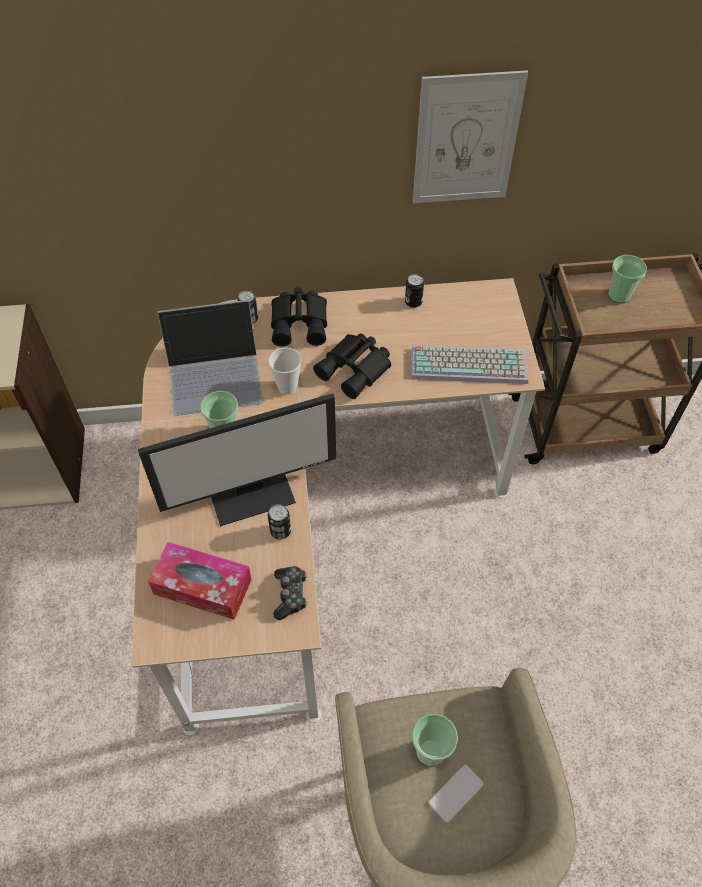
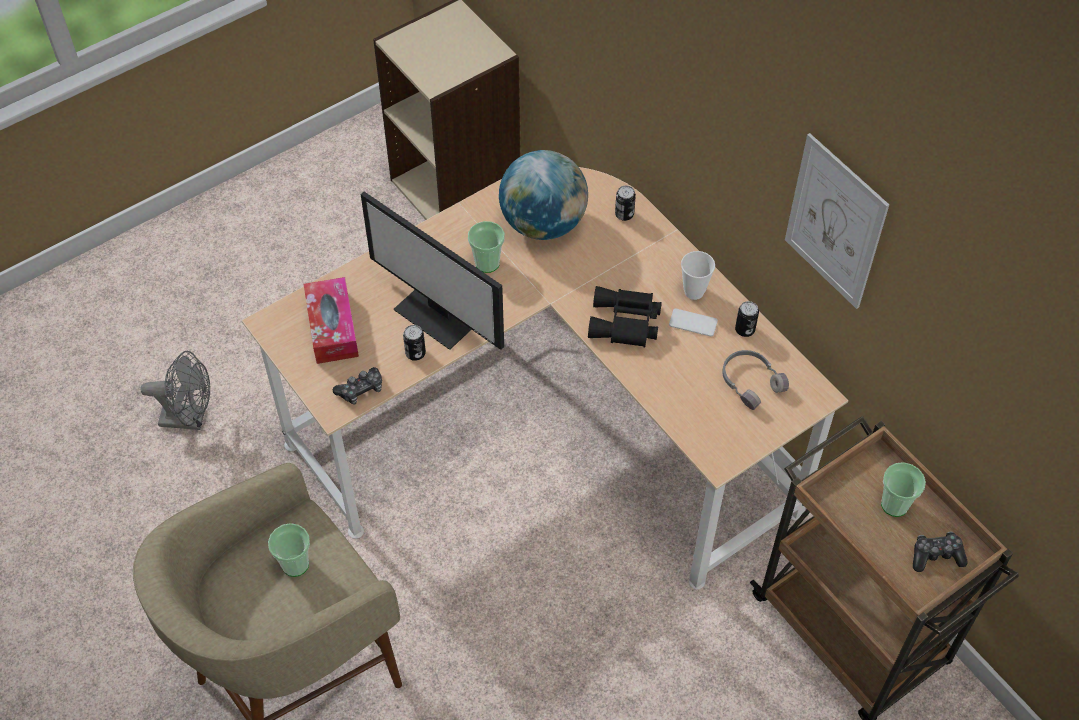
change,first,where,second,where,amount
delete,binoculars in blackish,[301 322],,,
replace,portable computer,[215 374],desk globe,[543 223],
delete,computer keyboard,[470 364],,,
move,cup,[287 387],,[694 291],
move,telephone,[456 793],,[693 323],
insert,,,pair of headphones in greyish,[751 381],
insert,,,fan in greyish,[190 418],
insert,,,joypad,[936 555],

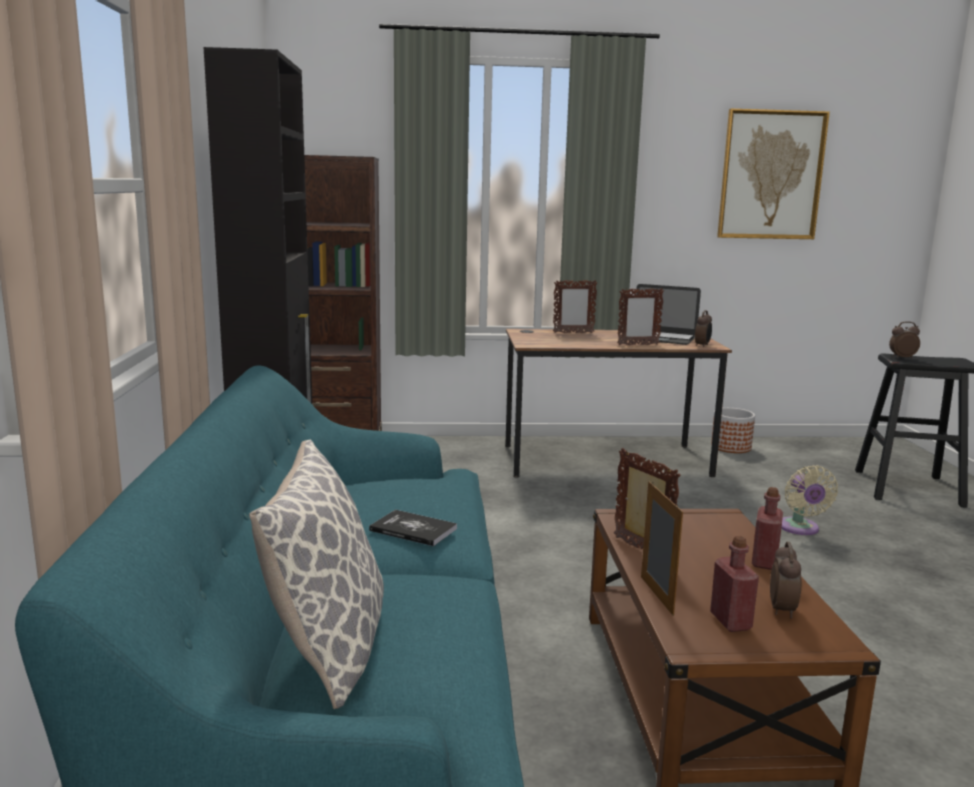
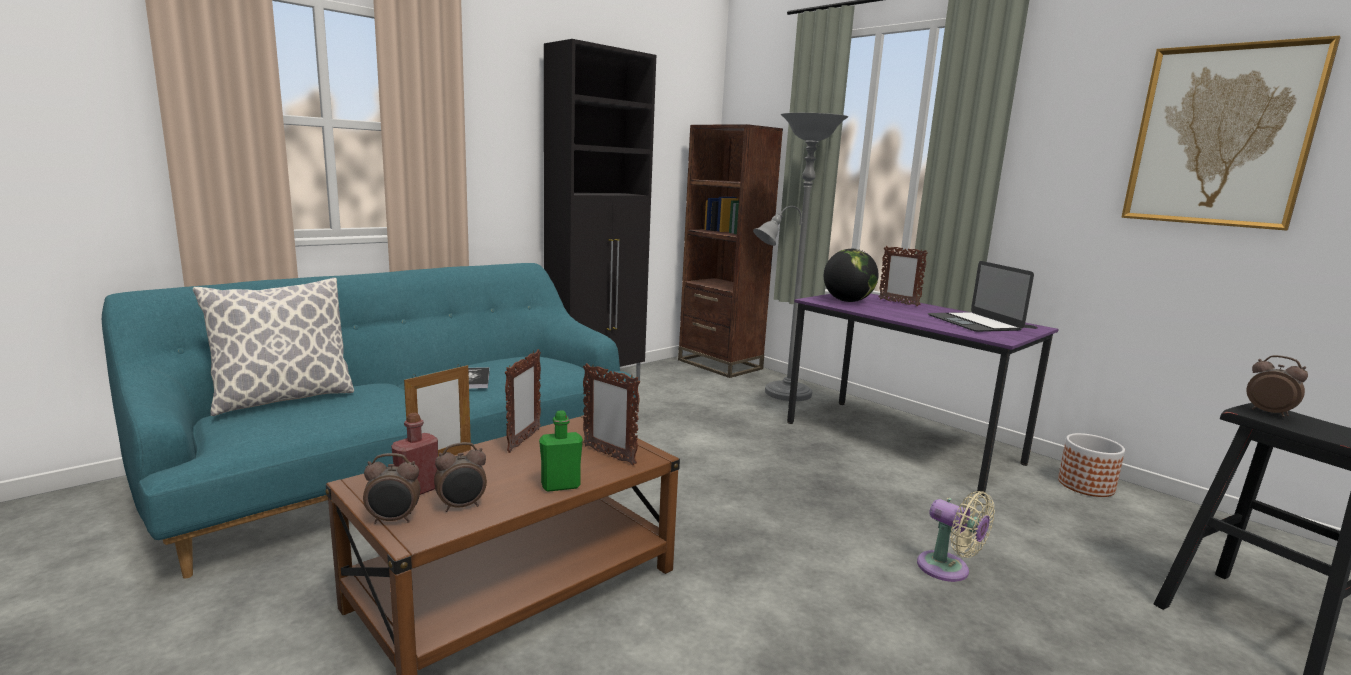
change,first,where,second,where,amount
move,standing frame,[637 345],,[609 455],
move,alarm clock,[702 346],,[393 520],
recolor,desk in brown,[605 460],desk in purple,[900 442],
rotate,fan in sand-coloured,[800 529],,[948 570],90 degrees counterclockwise
recolor,drink bottle in red,[764 562],drink bottle in greenish,[560 485],
insert,,,floor lamp in greyish,[783 394],
insert,,,desk globe,[847 301],

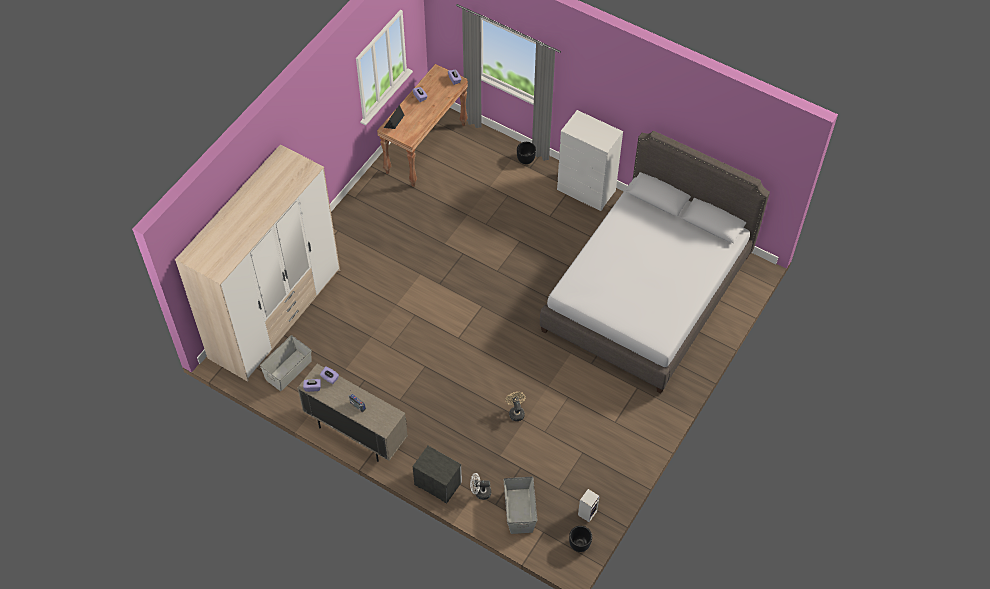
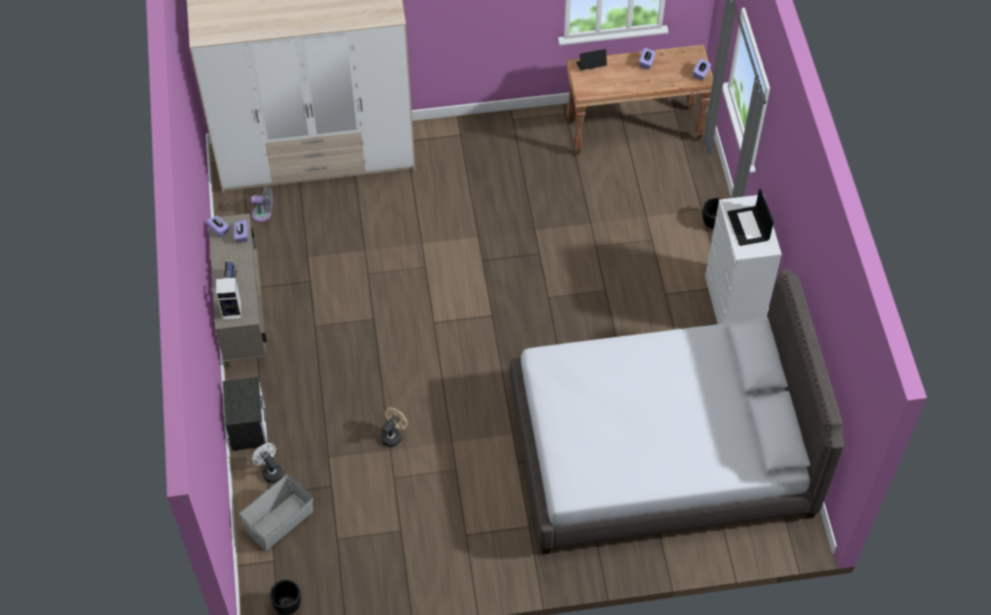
change,first,where,second,where,amount
replace,storage bin in greyish,[288 370],fan in greyish,[264 214],
move,loudspeaker,[587 512],,[233 311],
insert,,,portable computer,[749 226],

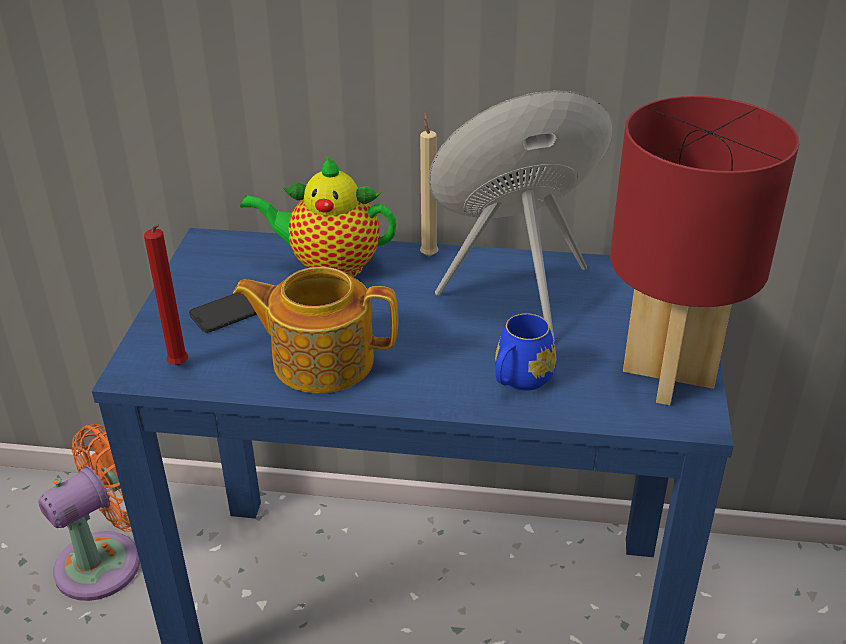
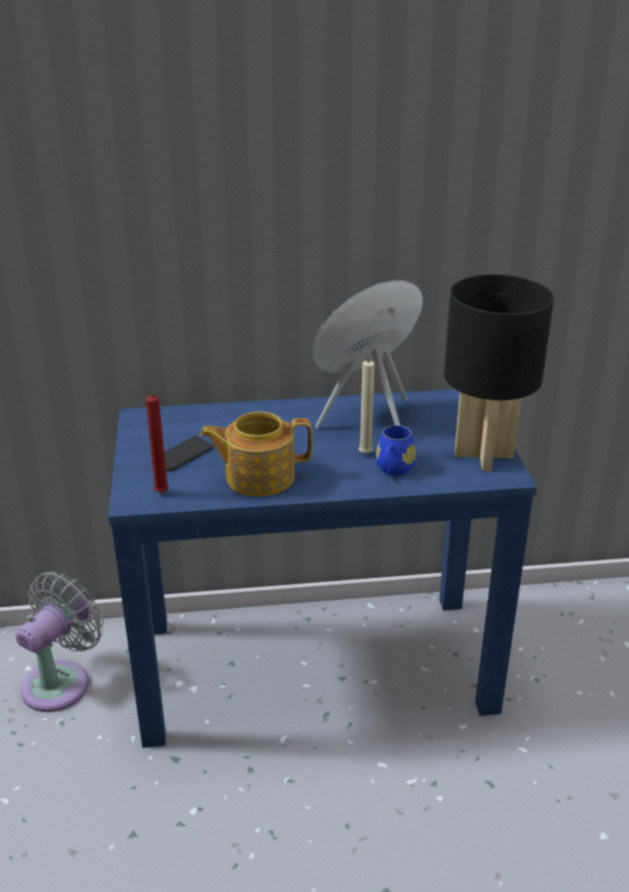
change,first,where,second,where,amount
recolor,tabletop lamp in red,[670 375],tabletop lamp in blackish,[485 455],
move,candle in sand-coloured,[428 254],,[364 453],
delete,teapot,[329 266],,,
recolor,fan in orangey,[107 561],fan in greyish,[61 682],

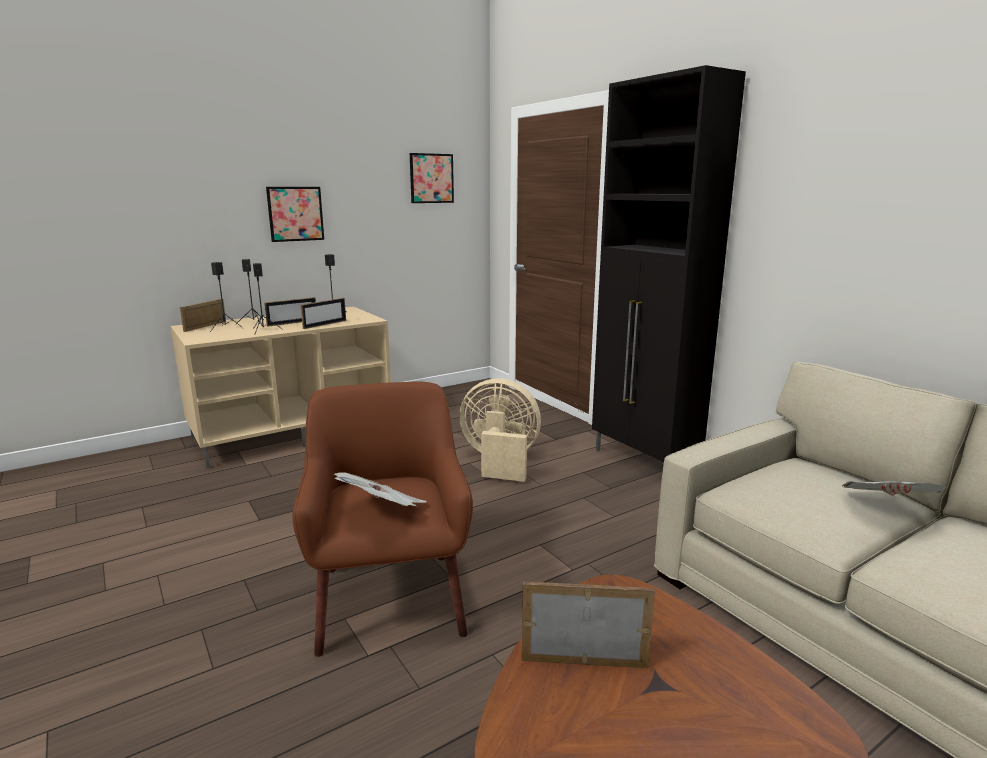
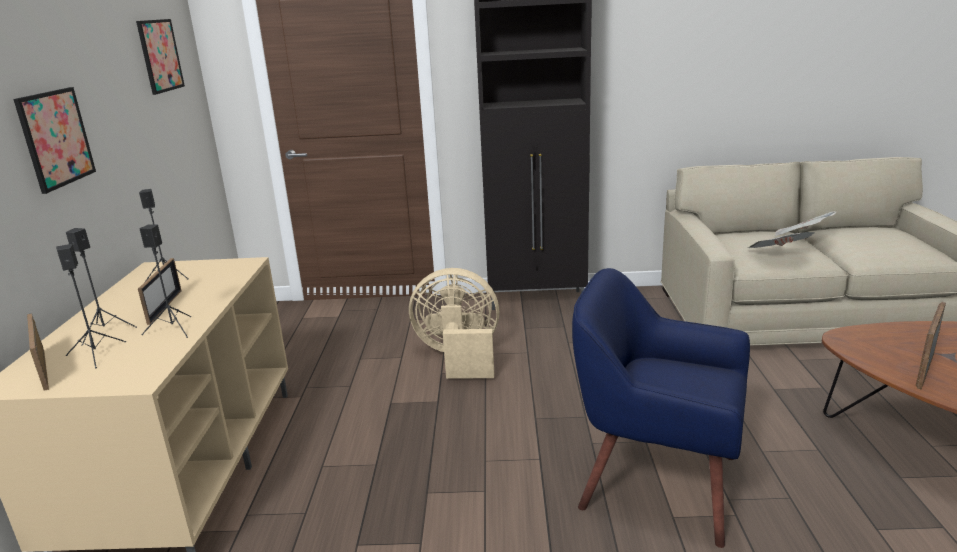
change,first,where,second,where,amount
delete,standing frame,[325 324],,,
rotate,fan in sand-coloured,[499 461],,[459 357],45 degrees clockwise
recolor,easy chair in brown,[390 598],easy chair in blue-coloured,[656 482],
move,newspaper,[382 511],,[778 255],

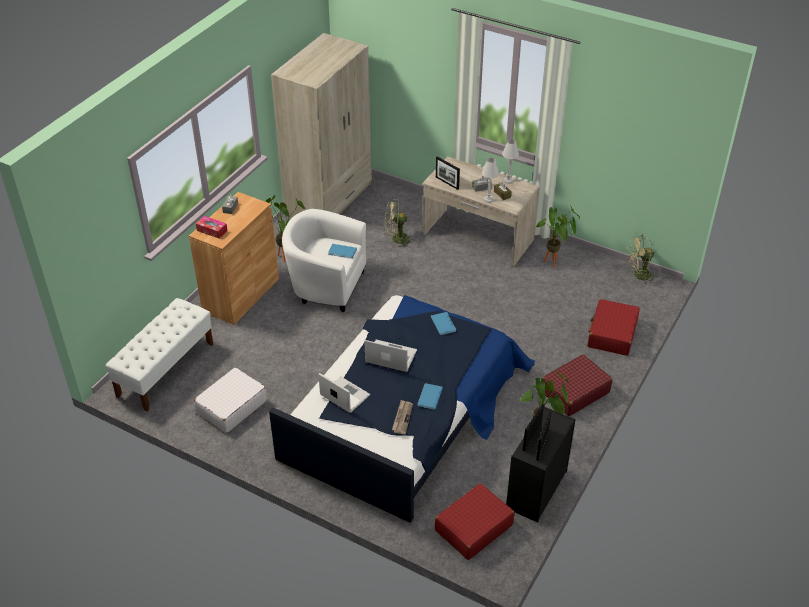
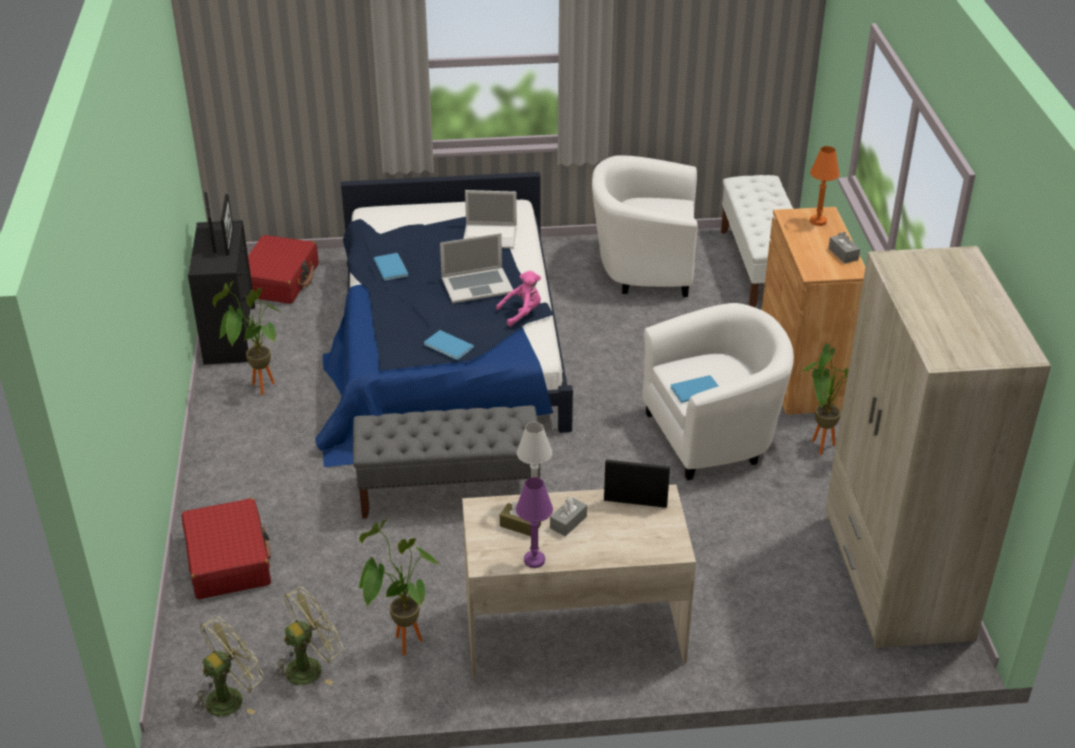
change,first,where,second,where,amount
recolor,tabletop lamp in whitish,[508 180],tabletop lamp in purple,[534 560],
move,fan in greenish,[396 239],,[310 666],
replace,tissue box,[212 230],tabletop lamp in orangey,[818 221],
delete,travel case in red,[574 392],,,
replace,travel case in whitish,[231 407],easy chair in whitish,[643 268],
delete,newspaper,[402 418],,,
insert,,,cuddly toy in pink,[522 313],
insert,,,long seat in greyish,[449 490],

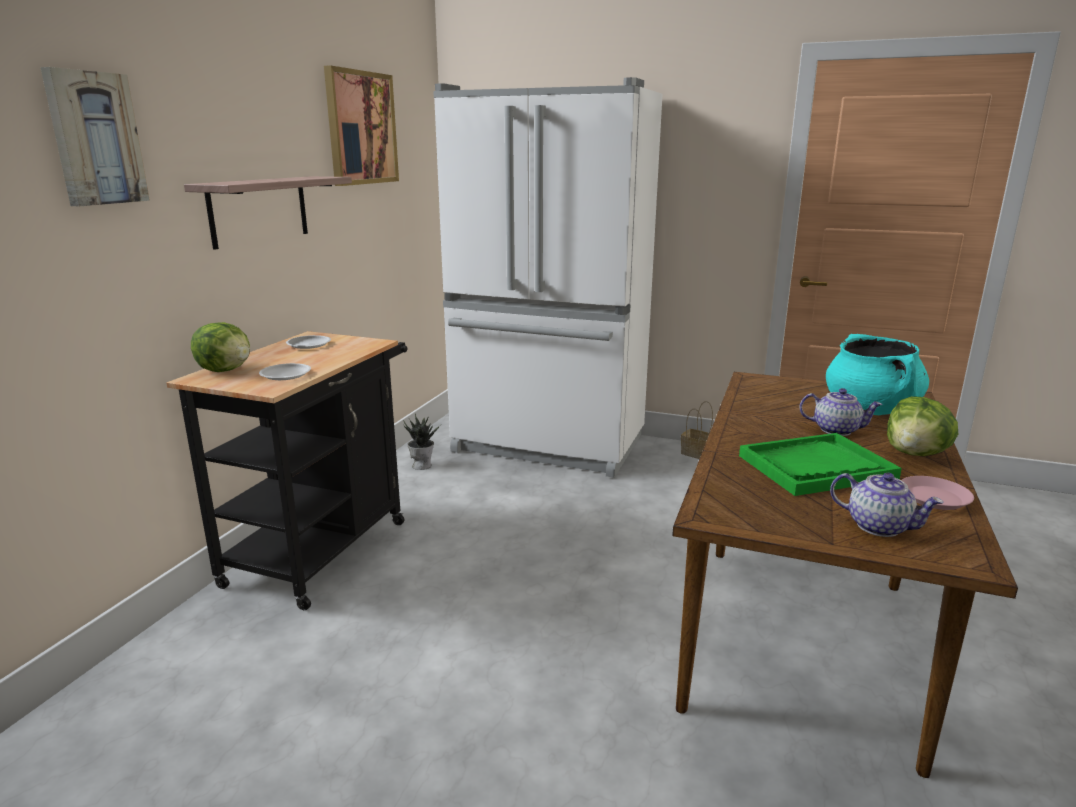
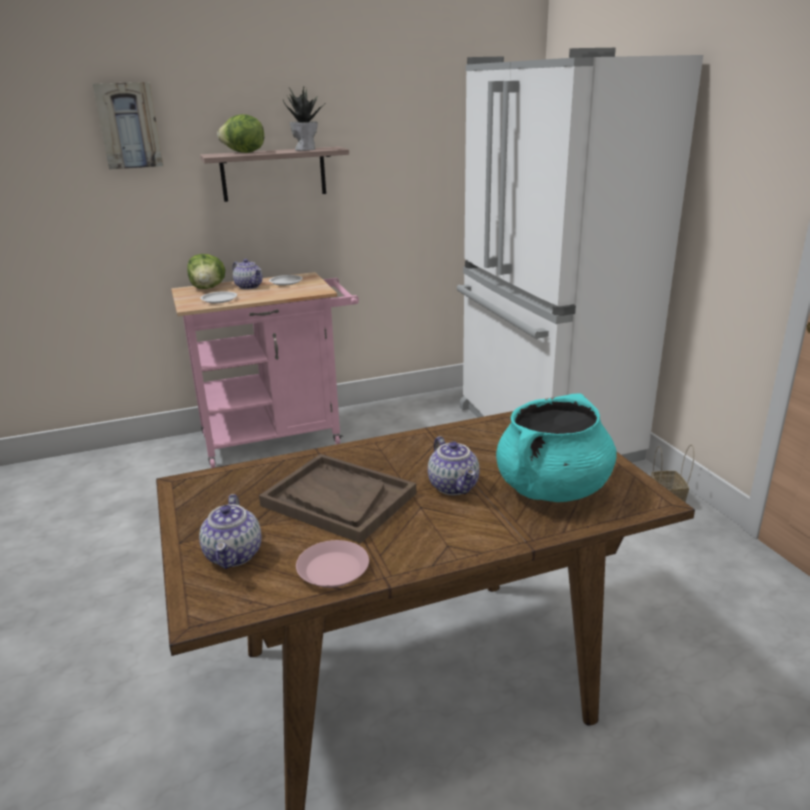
change,first,where,second,where,amount
delete,wall art,[361 128],,,
recolor,cart in blackish,[324 546],cart in pink,[280 437],
move,head of lettuce,[915 454],,[244 153],
move,plant in a pot,[422 465],,[306 149],
recolor,tray in greenish,[816 467],tray in brown,[338 499],
insert,,,teapot,[249 286],

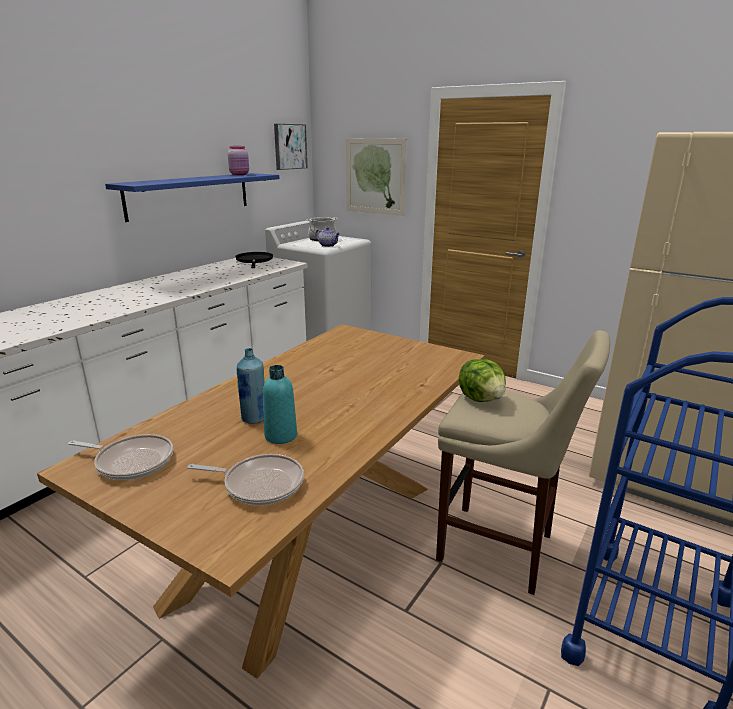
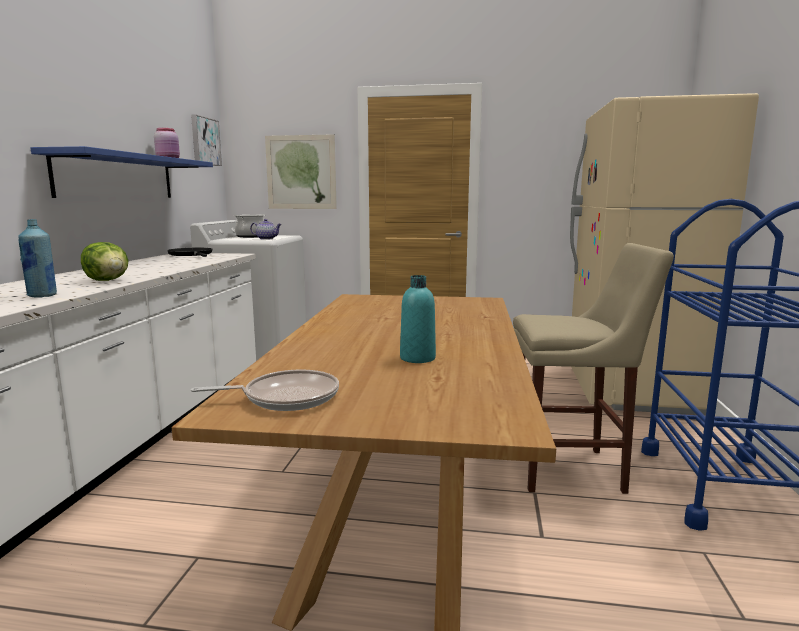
change,first,where,second,where,amount
move,drink bottle in blue-coloured,[254 418],,[42 295],
move,head of lettuce,[481 399],,[108 280],
delete,skillet,[259 484],,,

